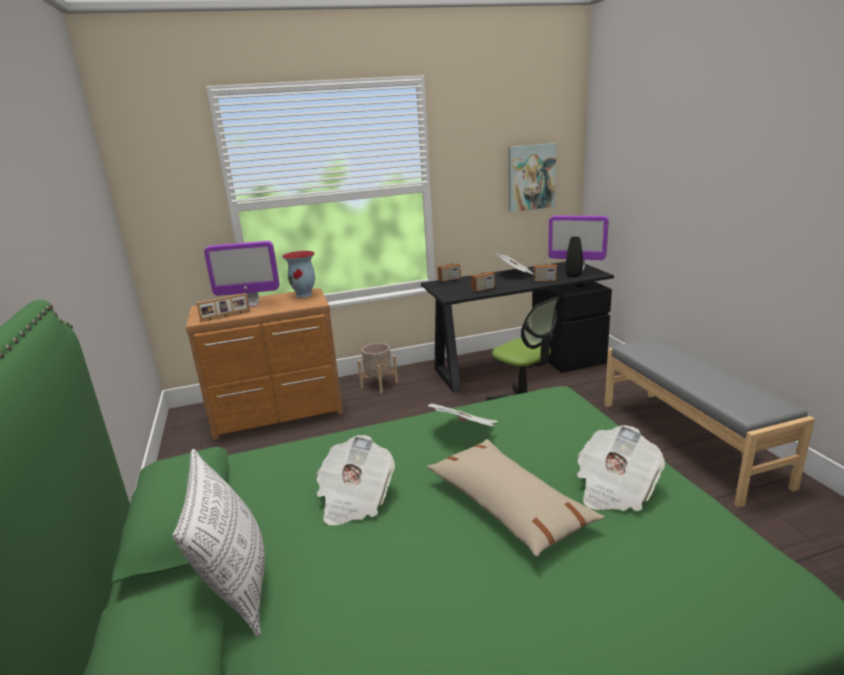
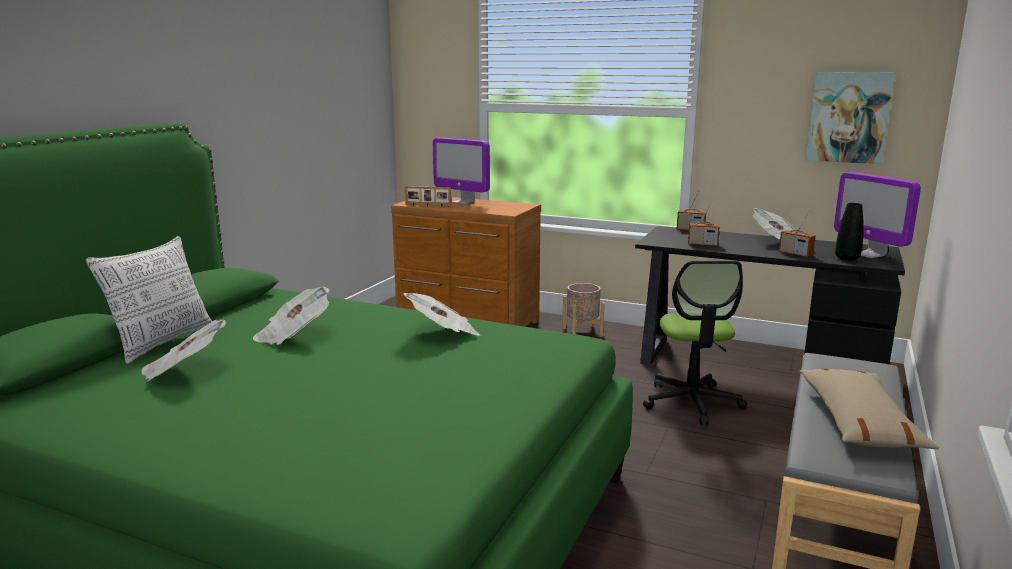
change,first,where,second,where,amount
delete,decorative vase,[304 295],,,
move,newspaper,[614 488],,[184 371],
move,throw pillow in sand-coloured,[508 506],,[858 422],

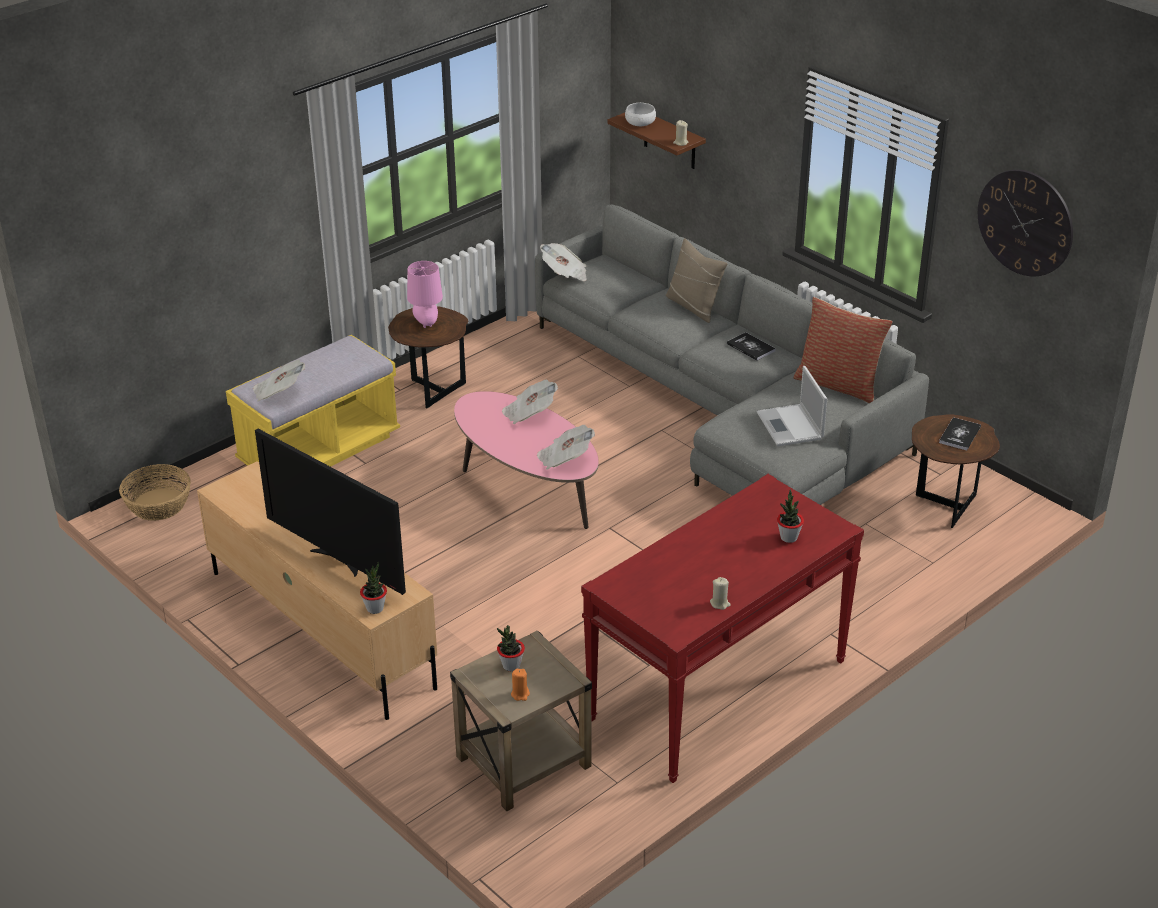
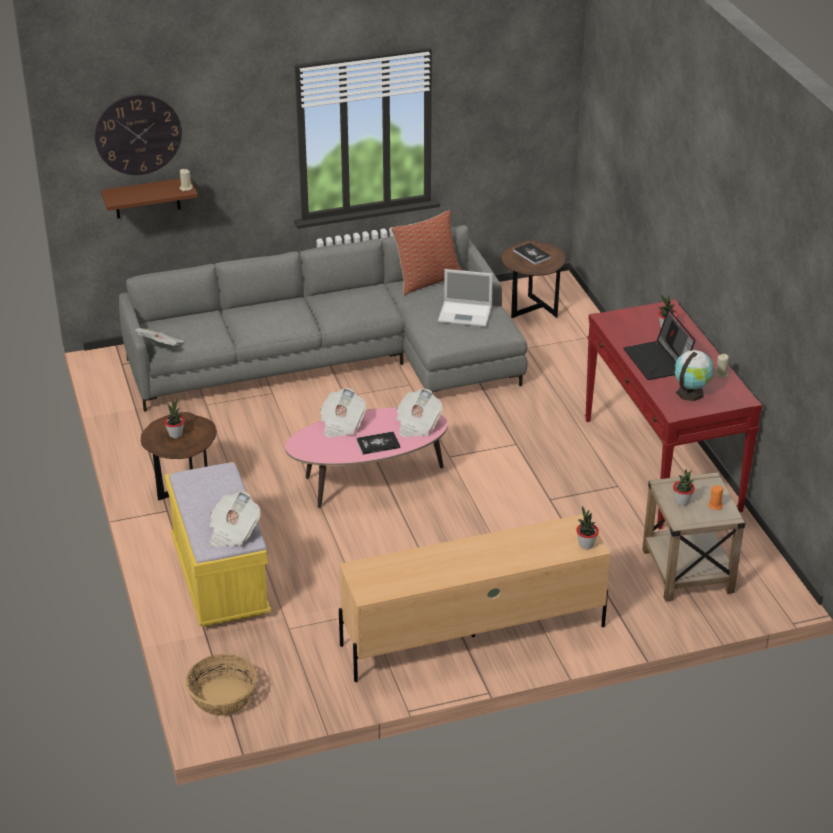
change,first,where,second,where,amount
delete,serving bowl in whitish,[640 122],,,
move,wall clock,[1025 222],,[138 134],
delete,throw pillow in sand-coloured,[694 306],,,
replace,tabletop lamp in pink,[426 324],plant in a pot,[175 434],
move,bound book,[750 347],,[378 444],
delete,TV set,[338 560],,,
insert,,,portable computer,[658 361],
insert,,,desk globe,[691 392],

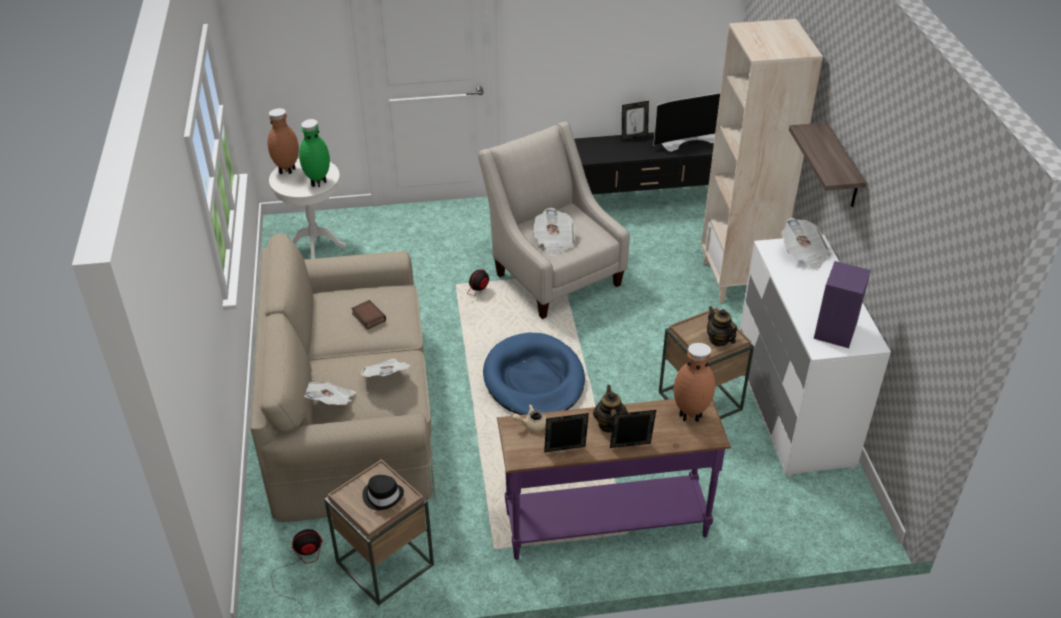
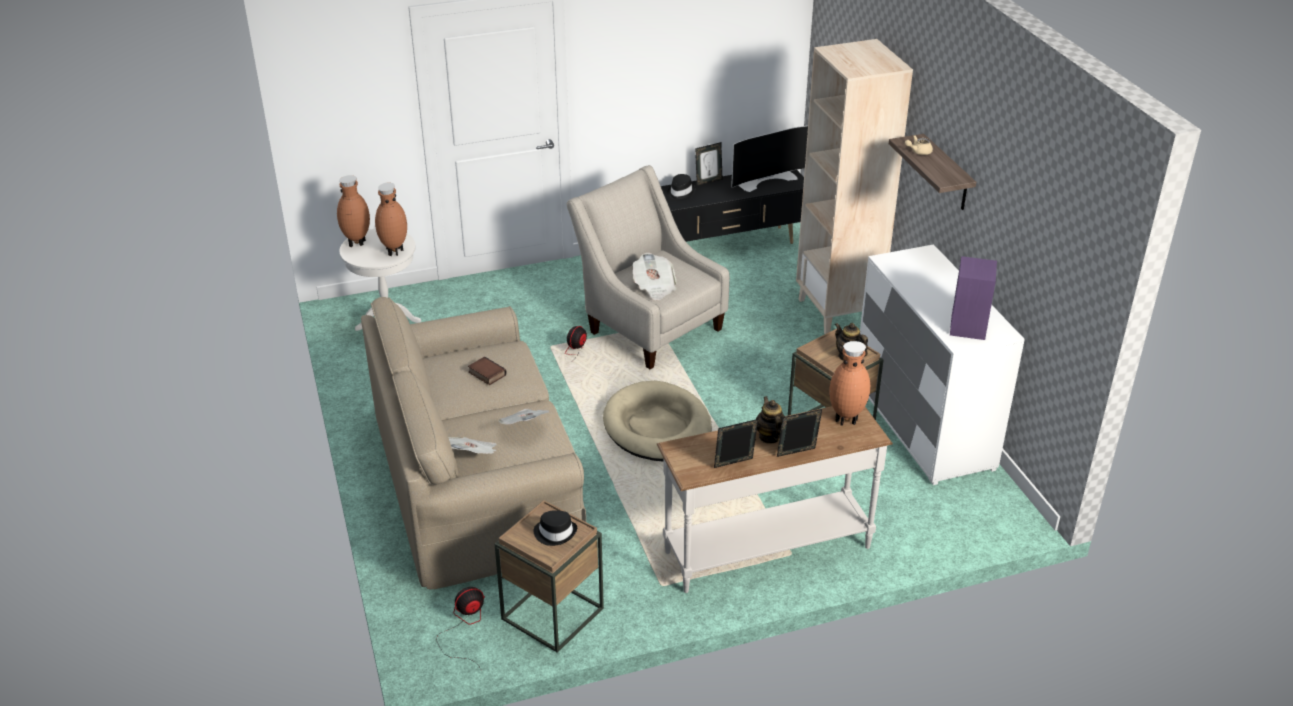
change,first,where,second,where,amount
recolor,decorative vase in greenish,[317 182],decorative vase in brown,[394 251],
delete,newspaper,[803 255],,,
recolor,dog cushion in blue-coloured,[534 380],dog cushion in sand-coloured,[657 427],
recolor,console table in purple,[605 523],console table in whitish,[766 548],
move,teapot in sand-coloured,[531 424],,[918 152],
insert,,,clothing hat in blackish,[680 193],

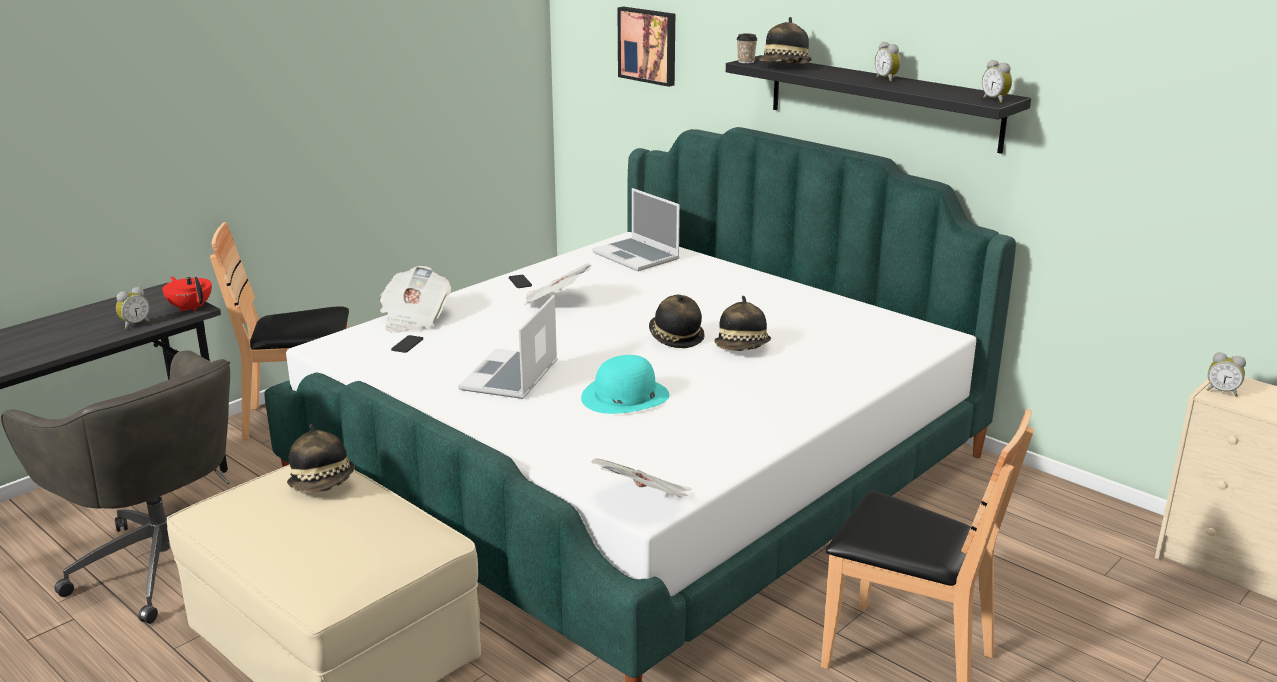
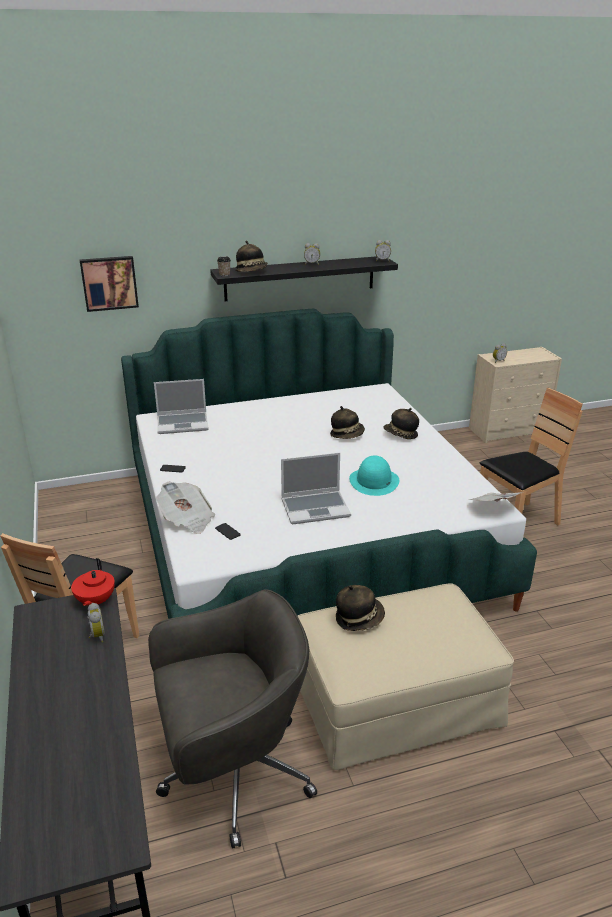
change,first,where,second,where,amount
delete,newspaper,[556 302],,,
rotate,teapot in red,[191 308],,[95 601],75 degrees counterclockwise
move,clothing hat,[675 338],,[400 435],
rotate,portable computer,[510 377],,[316 508],60 degrees counterclockwise

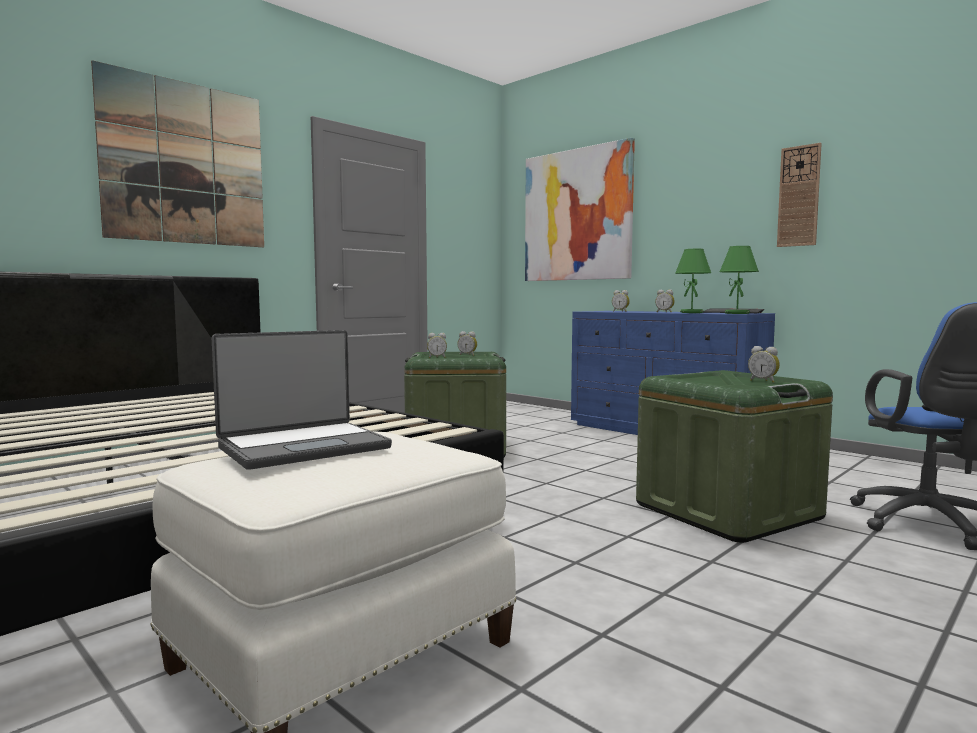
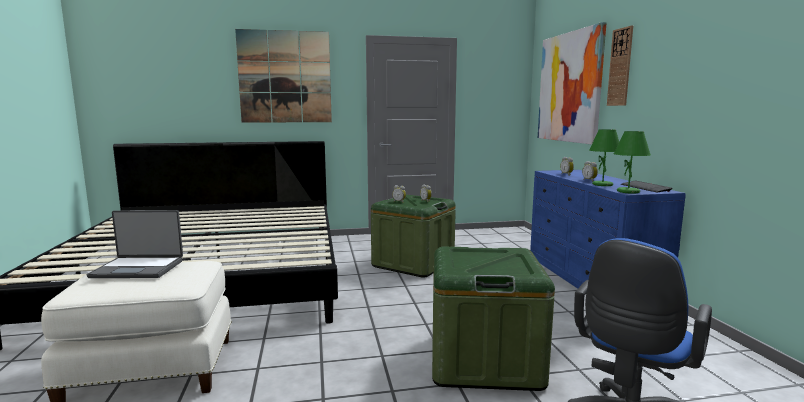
change,first,where,second,where,amount
move,wall clock,[799 196],,[620 67],
delete,alarm clock,[763 381],,,

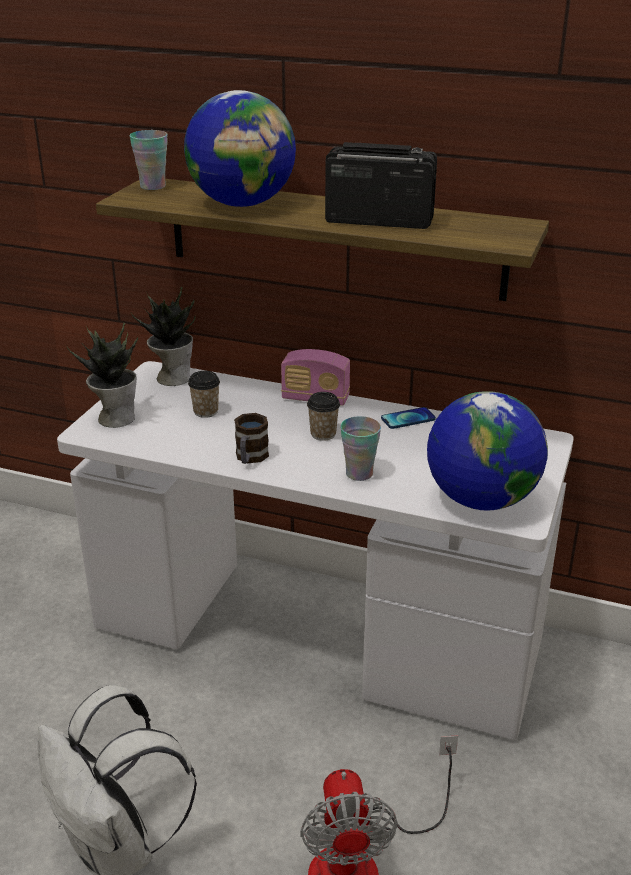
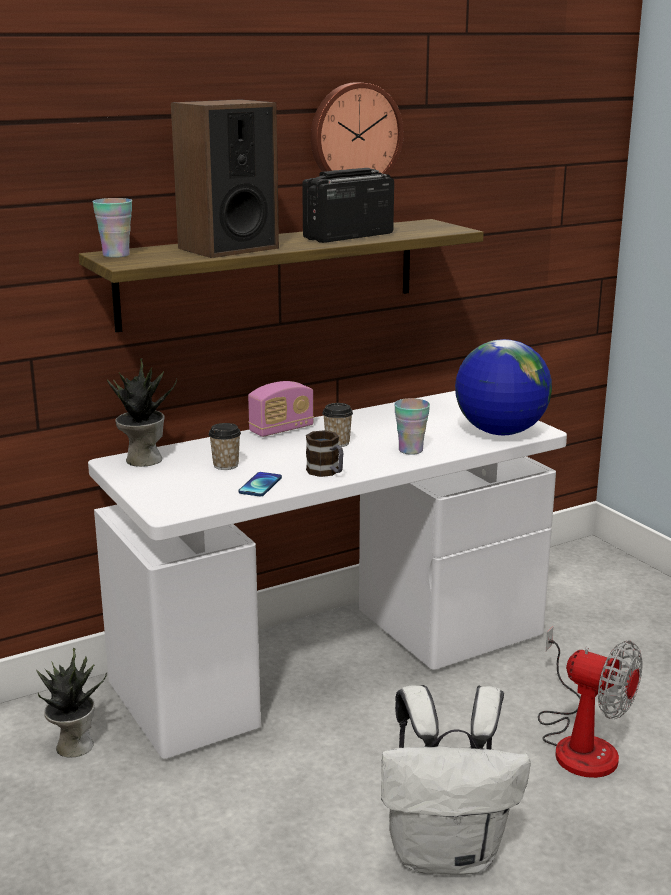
change,first,where,second,where,amount
replace,desk globe,[242 204],loudspeaker,[227 248],
move,plant in a pot,[116 417],,[73 745],
move,telephone,[408 419],,[260 485],
insert,,,wall clock,[354 135],

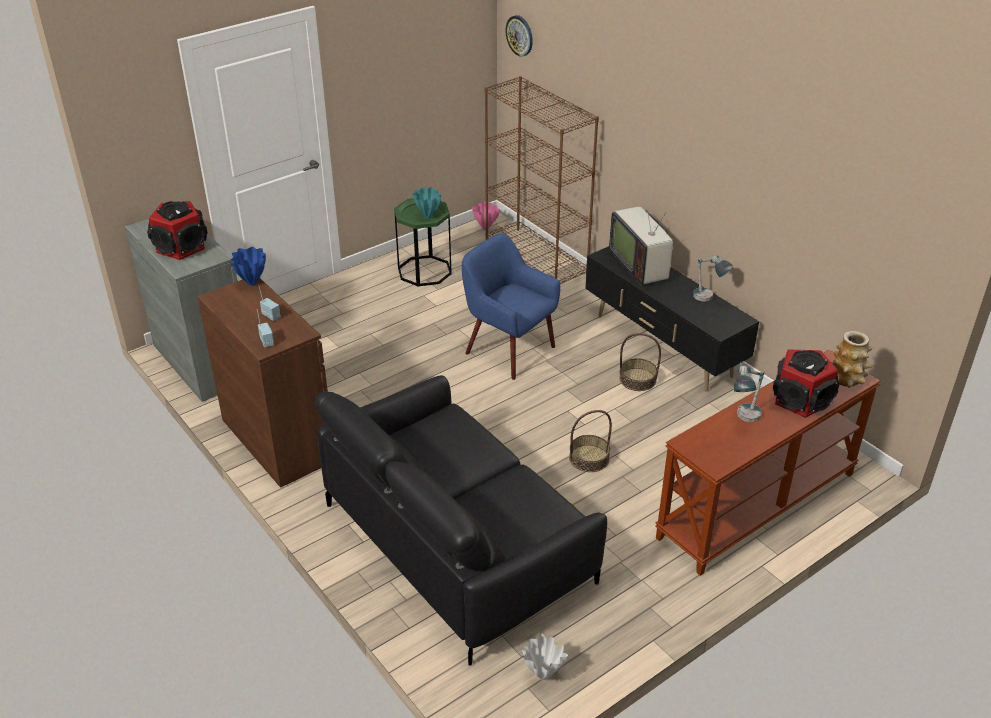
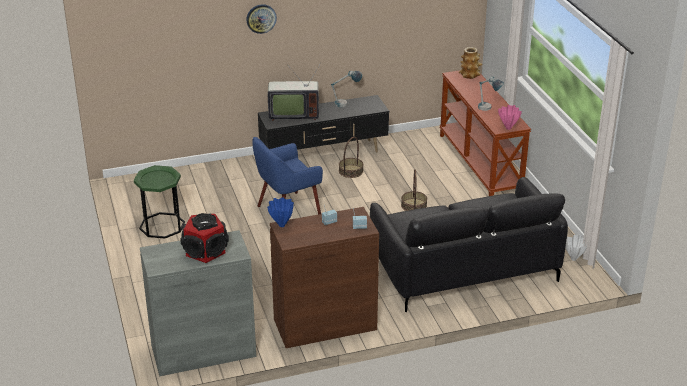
change,first,where,second,where,amount
move,wall clock,[520 35],,[261 18],
delete,bookshelf in brown,[536 259],,,
delete,decorative vase in blue-green,[427 217],,,
move,decorative vase in pink,[485 228],,[508 128],
delete,loudspeaker,[801 400],,,

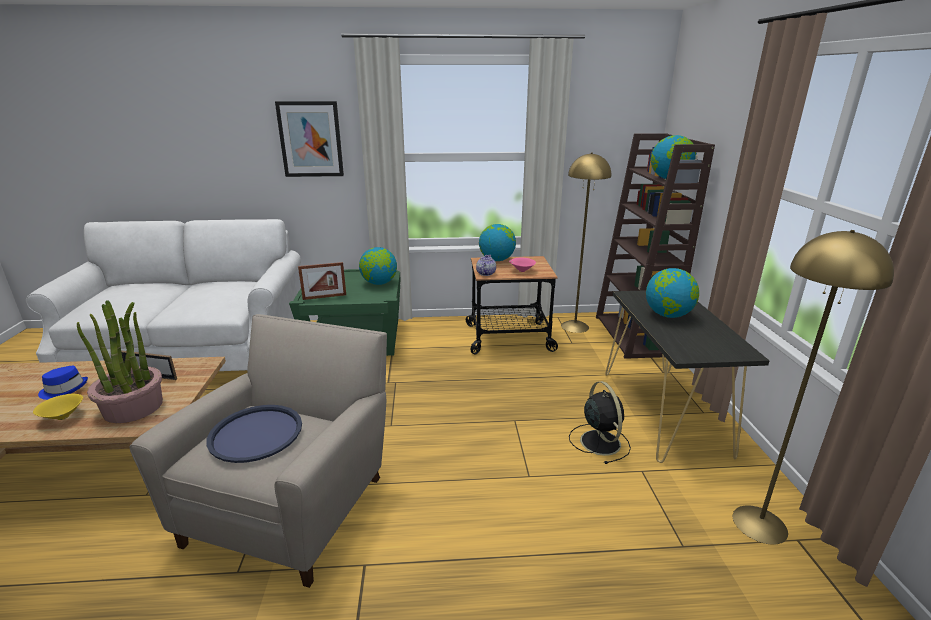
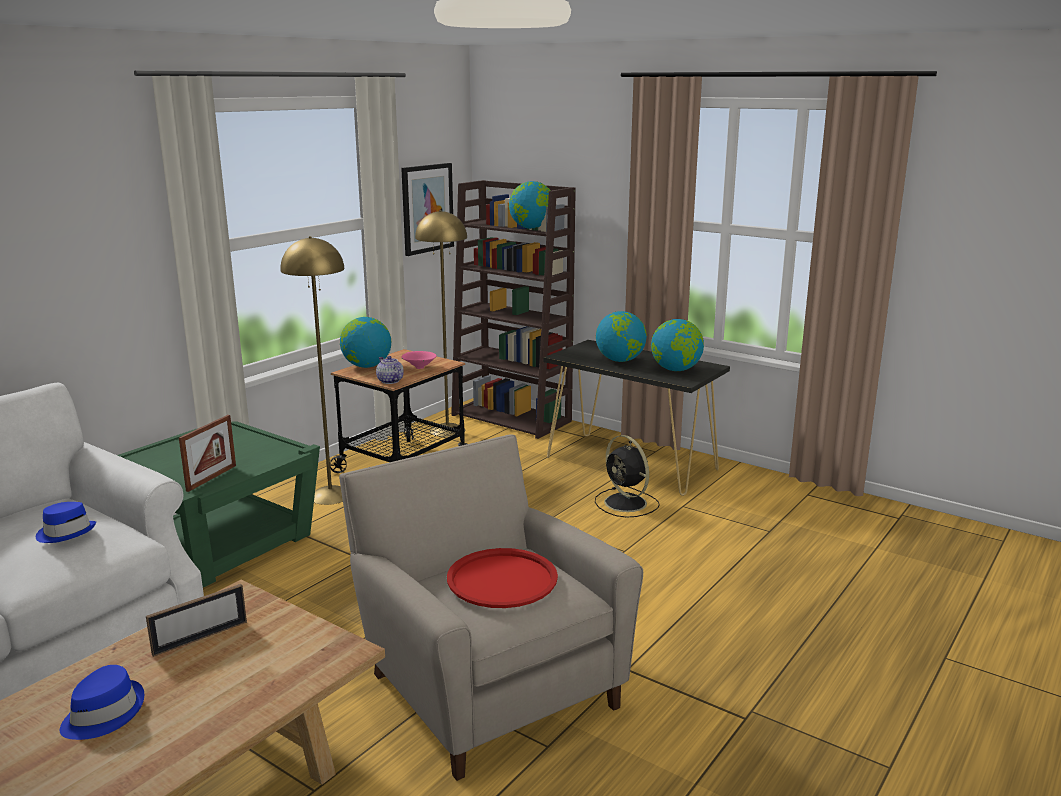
change,first,where,second,where,amount
move,wall art,[310 139],,[427 208],
move,floor lamp in yellow,[760 524],,[331 495],
move,desk globe,[379 283],,[675 370],
delete,plant in a pot,[133 407],,,
rotate,fan in blackish,[599 441],,[626 503],150 degrees counterclockwise
delete,serving bowl in yellow,[63 418],,,
recolor,tray in blue-coloured,[255 434],tray in red,[502 579],
insert,,,clothing hat in blue-coloured,[66 532],

